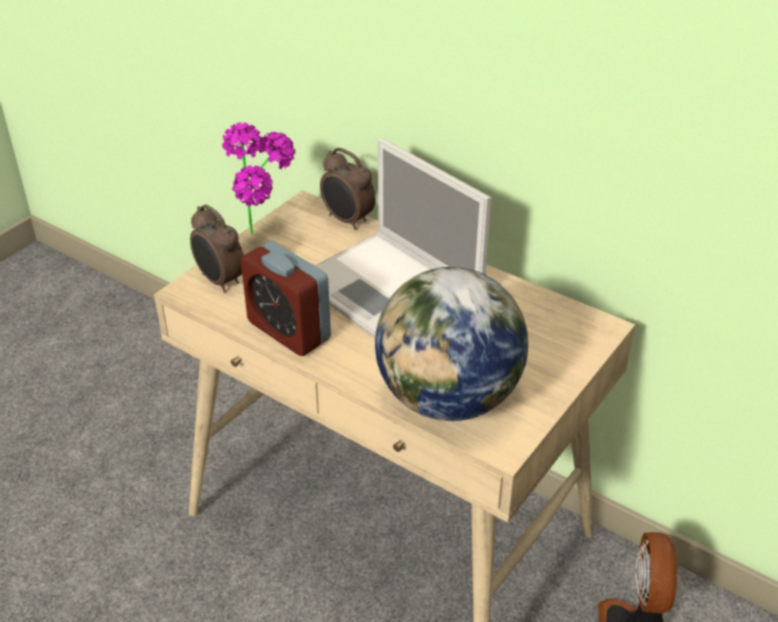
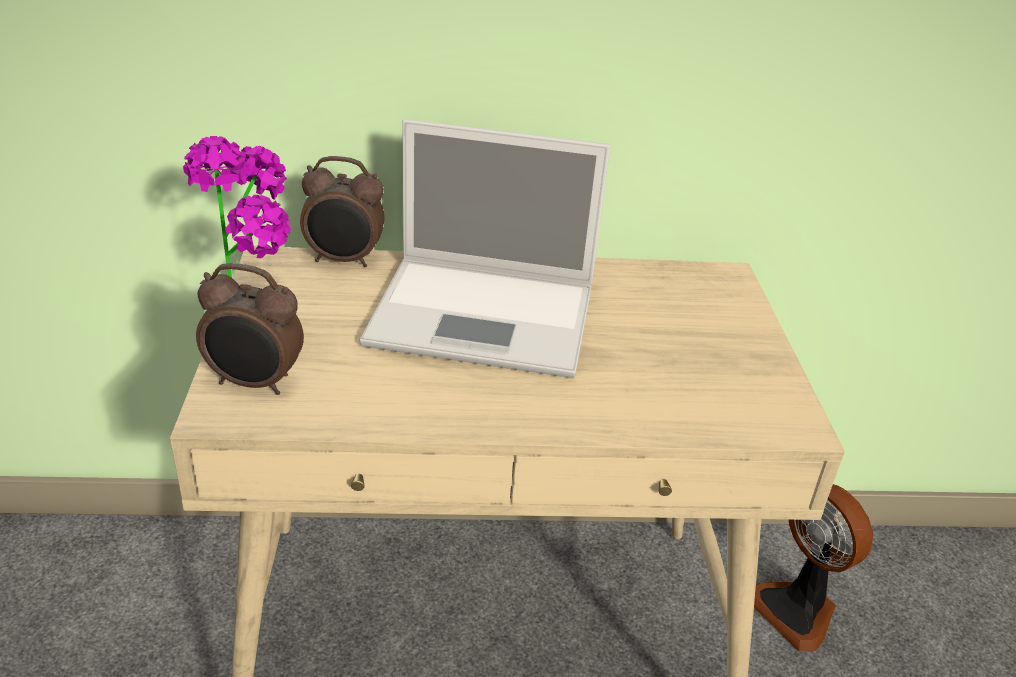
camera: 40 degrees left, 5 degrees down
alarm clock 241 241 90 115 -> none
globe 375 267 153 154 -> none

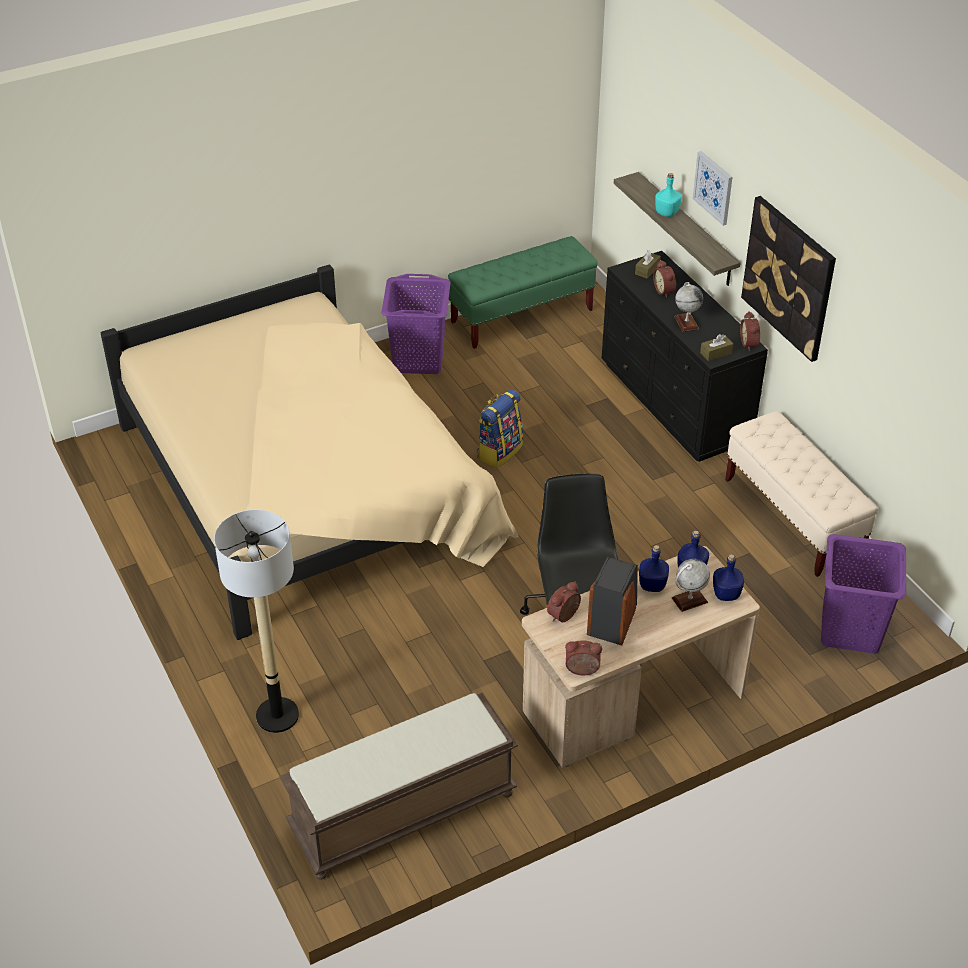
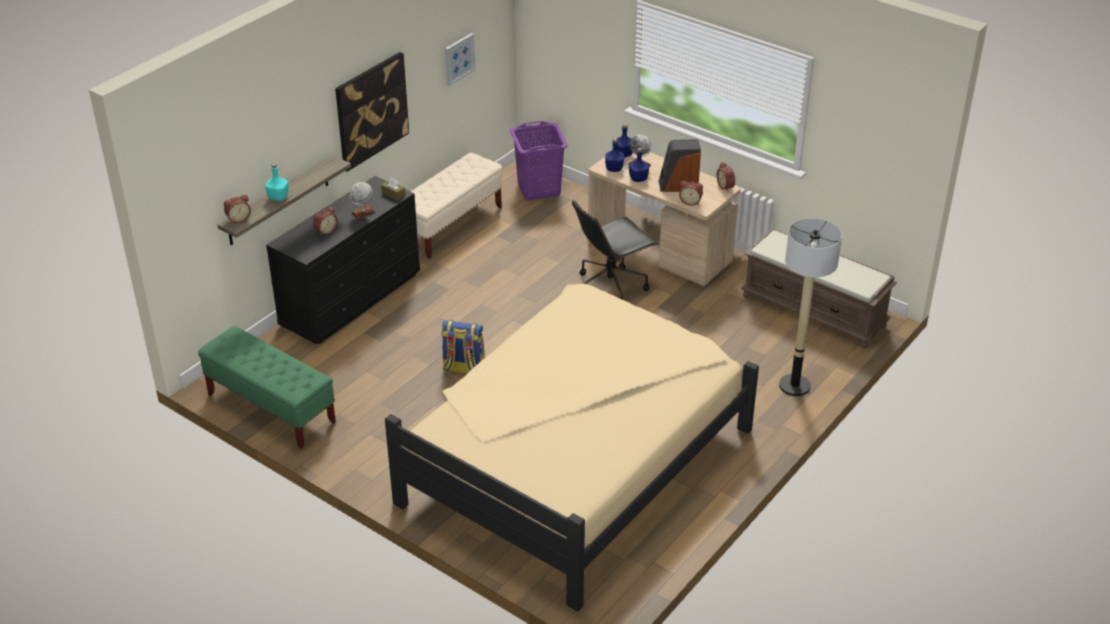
camera: 115 degrees left, 5 degrees down
laundry basket in purple 381 274 70 100 -> none
tissue box in brown 635 250 26 29 -> none
picture 693 151 39 75 -> picture 445 33 30 53, moved
alarm clock 740 311 20 40 -> alarm clock 224 195 27 29, moved

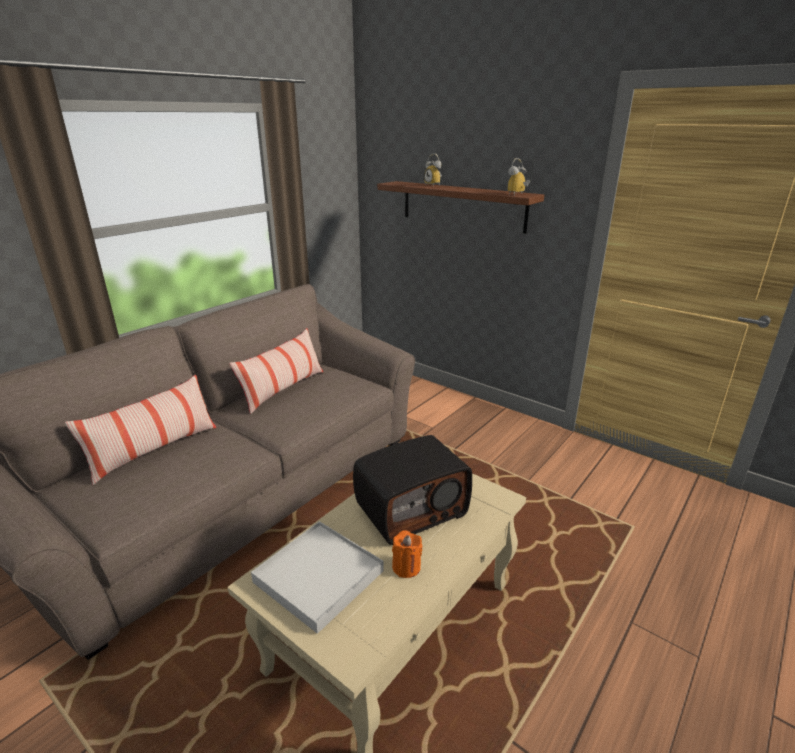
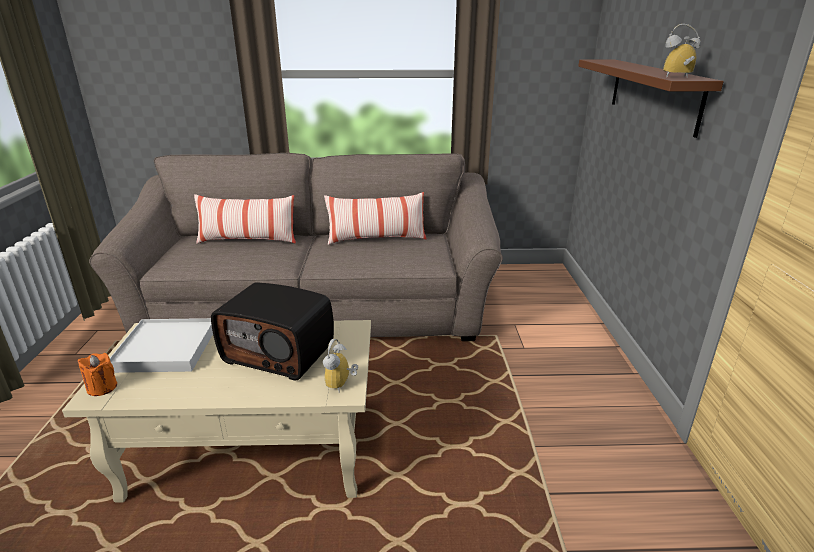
camera: 50 degrees right, 0 degrees up
candle in orange 392 531 30 47 -> candle in orange 78 353 39 43, moved
alarm clock 424 153 18 33 -> alarm clock 323 339 35 52, moved

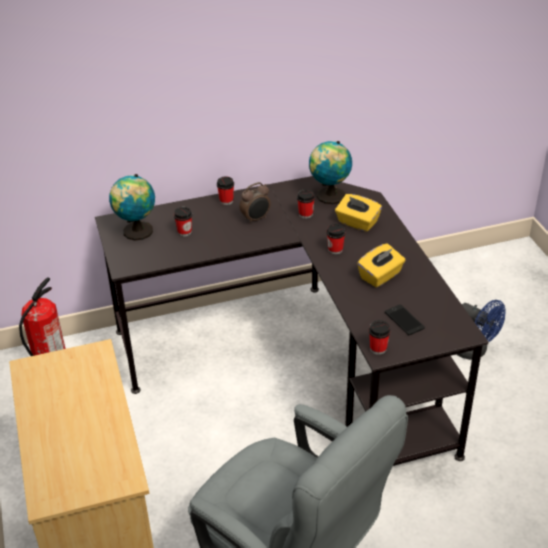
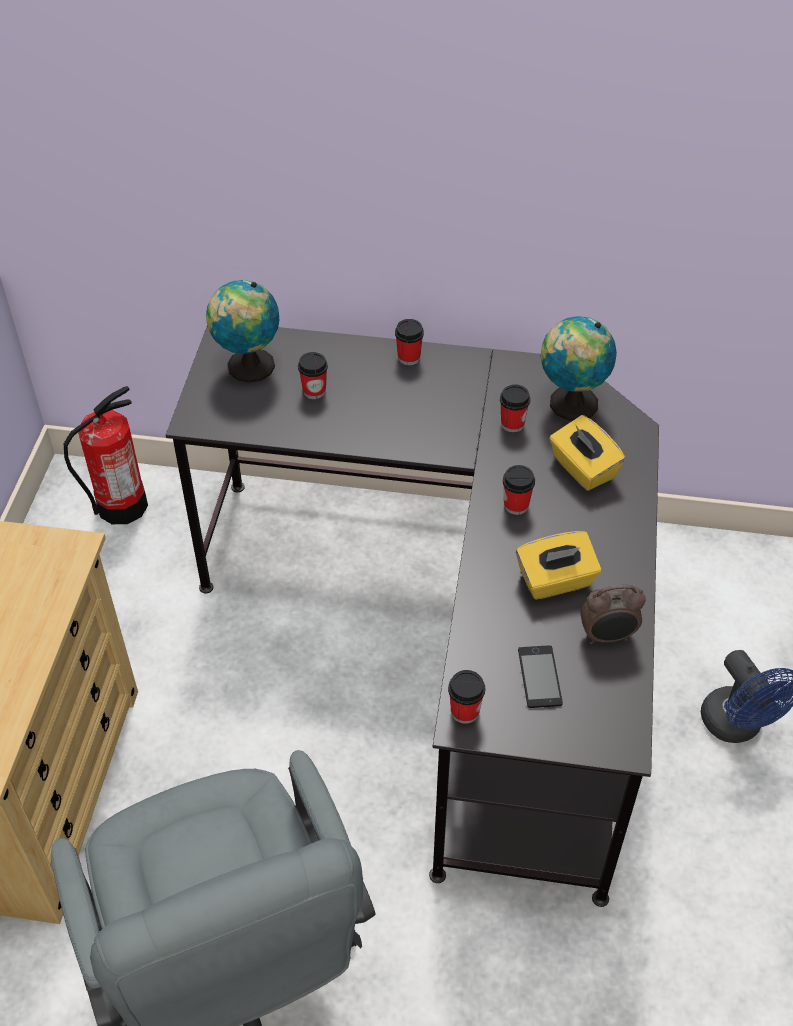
camera: 25 degrees right, 10 degrees up
alarm clock 239 182 32 42 -> alarm clock 580 584 66 60, moved

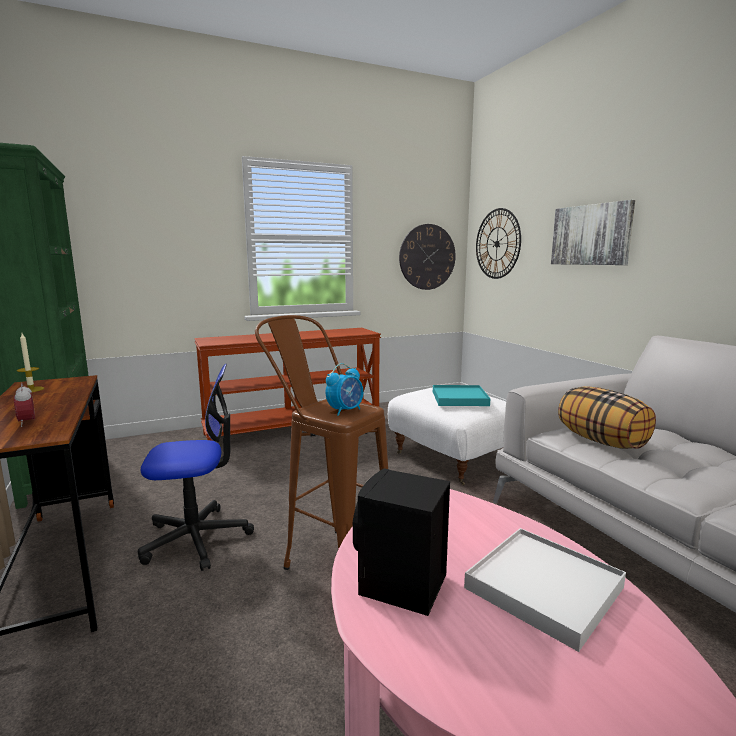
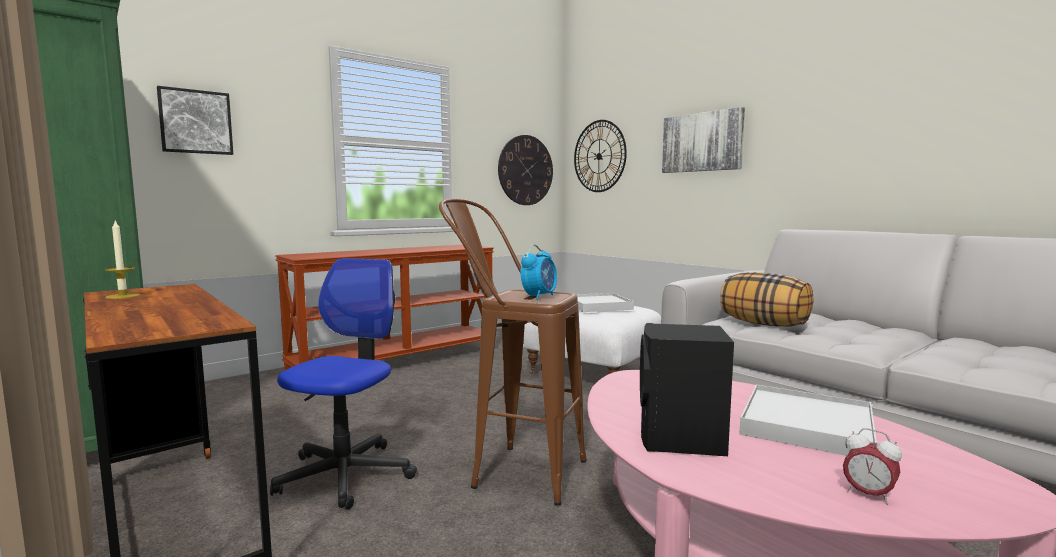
camera: 15 degrees left, 5 degrees down
alarm clock 14 383 21 44 -> alarm clock 843 428 59 77, moved
office chair 138 364 116 207 -> office chair 270 258 147 251, 45 degrees counterclockwise
tray in turquoise 433 385 57 21 -> tray in white 576 293 58 19
none -> picture 157 86 76 69

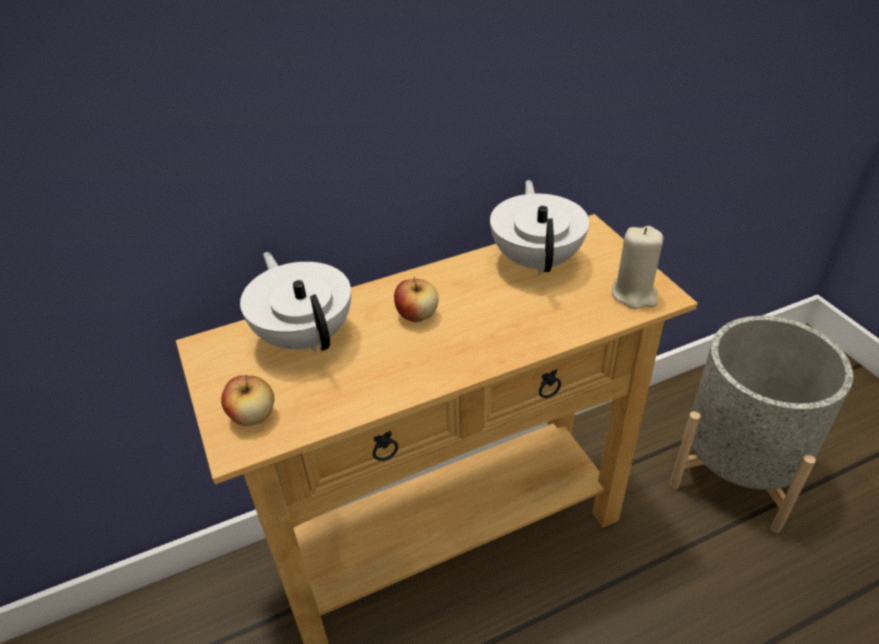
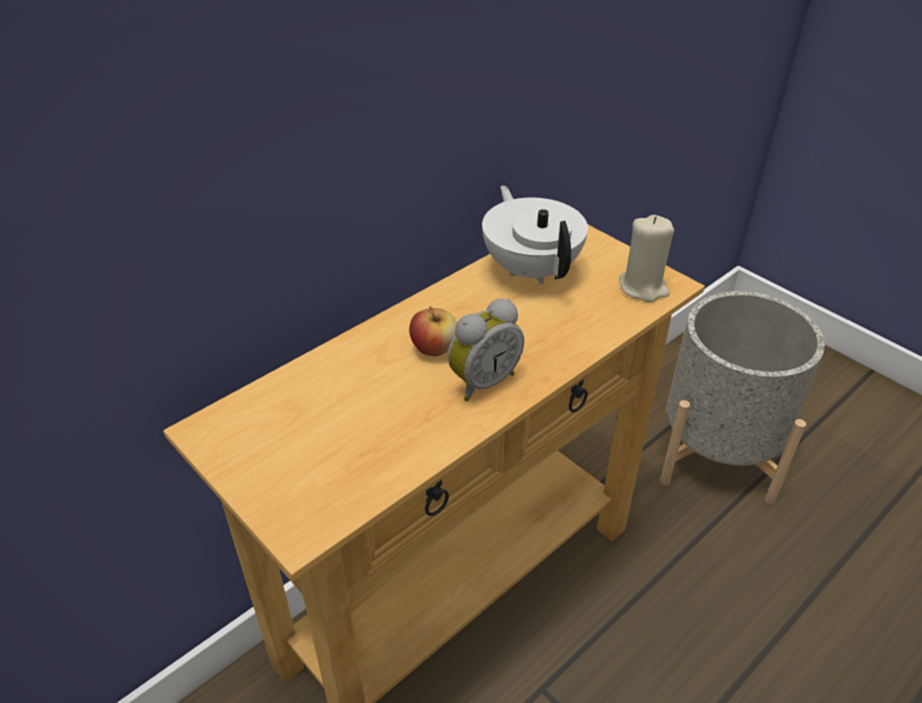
camera: 20 degrees left, 0 degrees up
apple 221 375 53 51 -> none
teapot in white 240 252 111 100 -> none
none -> alarm clock 448 299 76 103

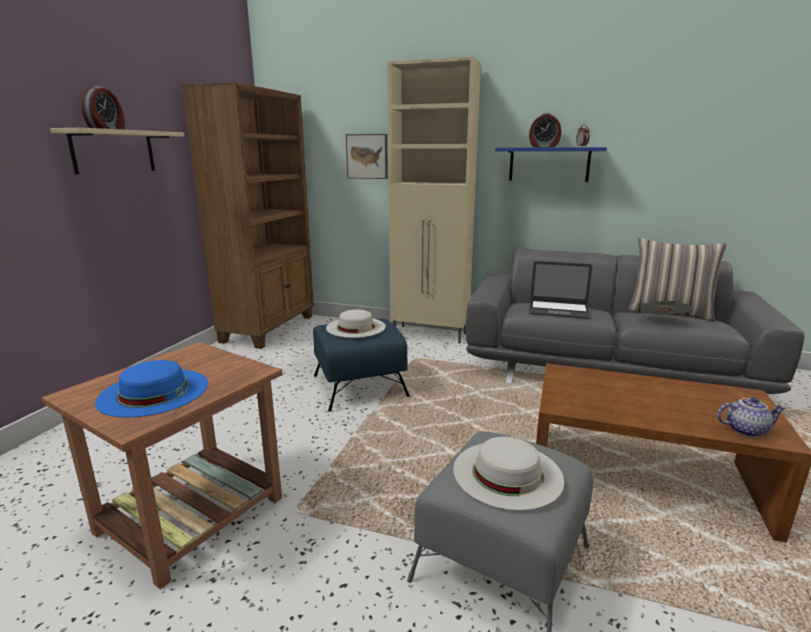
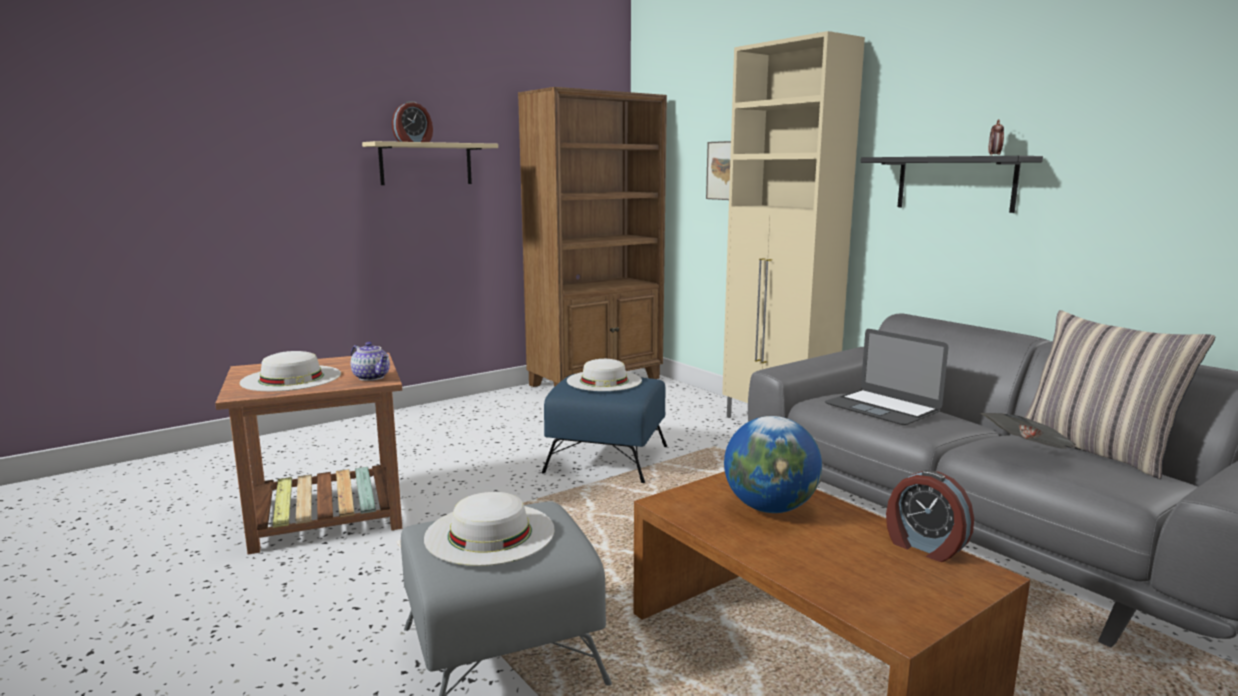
camera: 35 degrees right, 5 degrees down
hat in blue 95 360 113 58 -> hat in white 240 351 101 40
shelf in blue 495 147 112 35 -> shelf in black 861 156 182 57
alarm clock 529 113 32 34 -> alarm clock 886 470 88 92, moved
teapot 717 397 69 40 -> teapot 351 342 39 39, moved
none -> globe 724 416 98 97

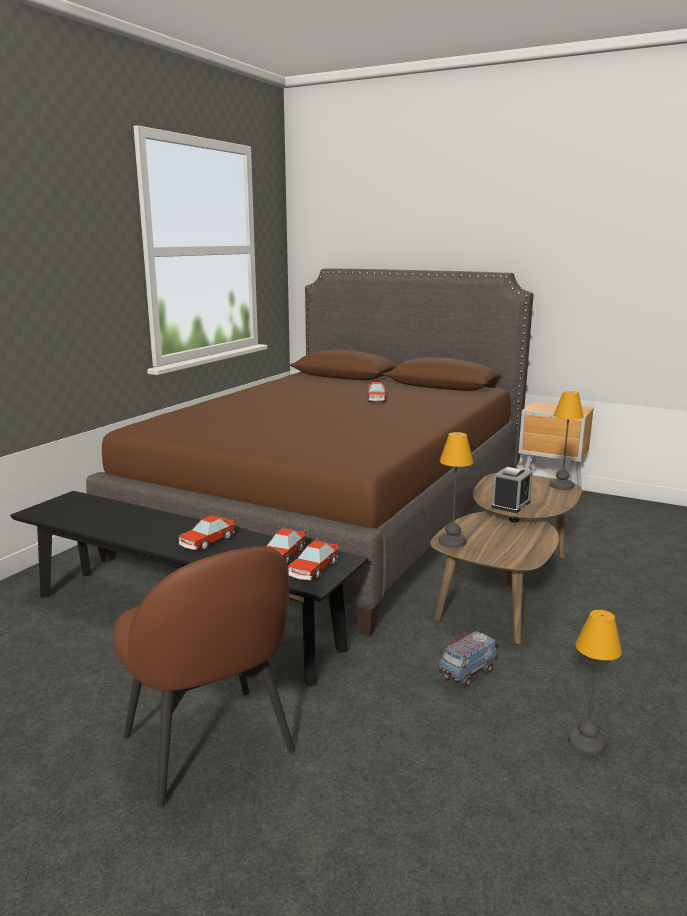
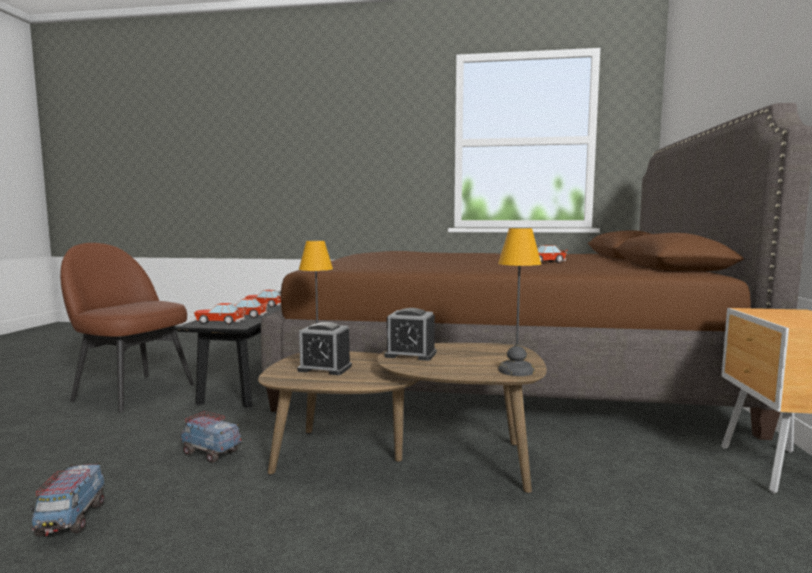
camera: 70 degrees right, 10 degrees down
chair in brown 113 546 182 262 -> chair in brown 60 243 134 169, 75 degrees clockwise
table lamp 568 610 54 146 -> toy truck 30 462 75 74
none -> alarm clock 297 322 55 53

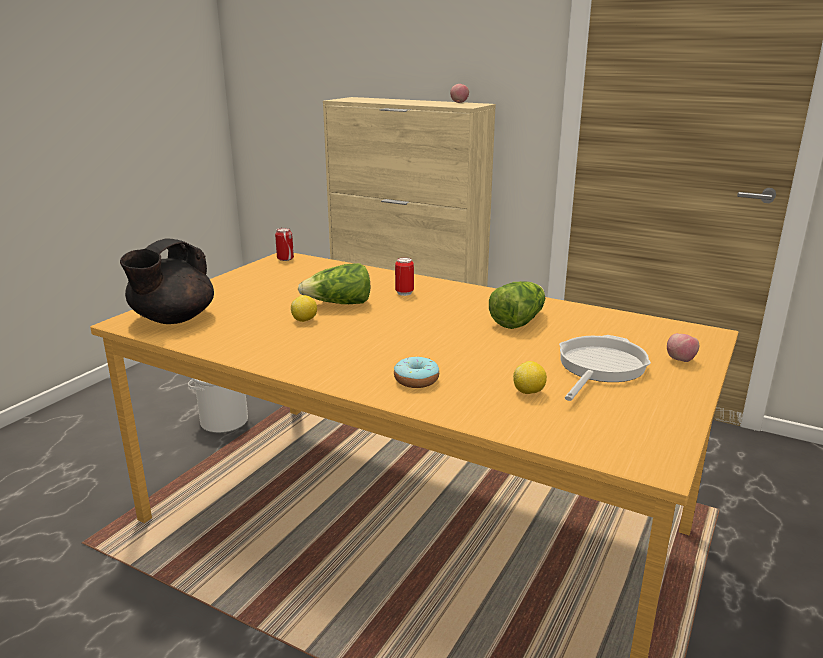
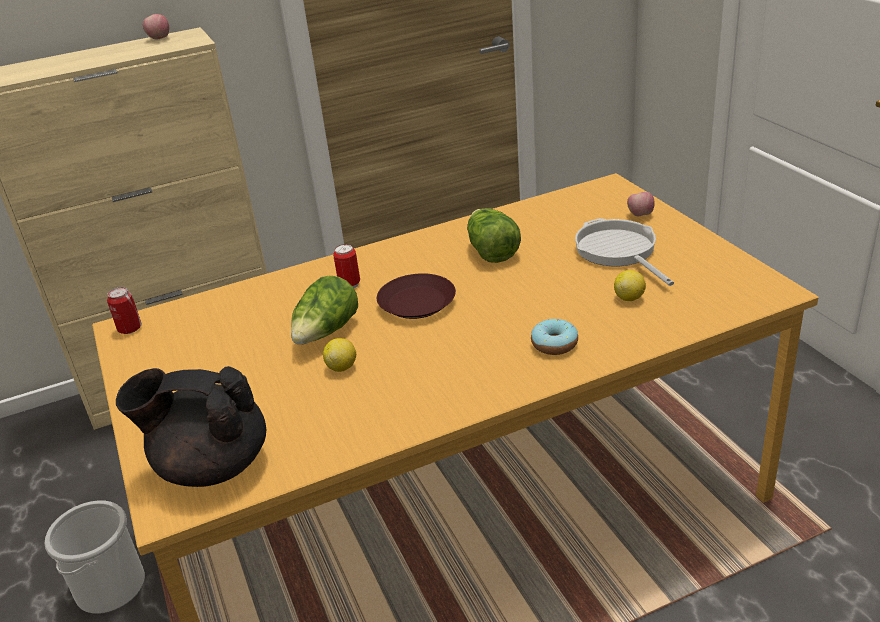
camera: 50 degrees left, 10 degrees up
teapot in black 120 239 94 85 -> teapot in black 116 366 150 121, 120 degrees clockwise
none -> plate in brown 377 273 79 46

